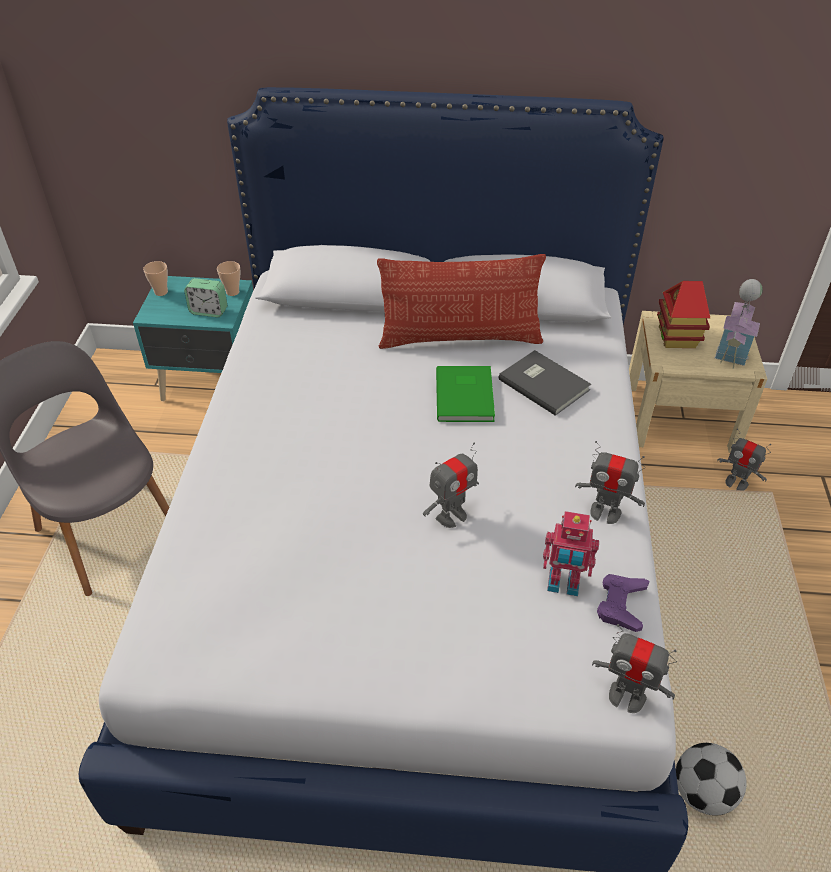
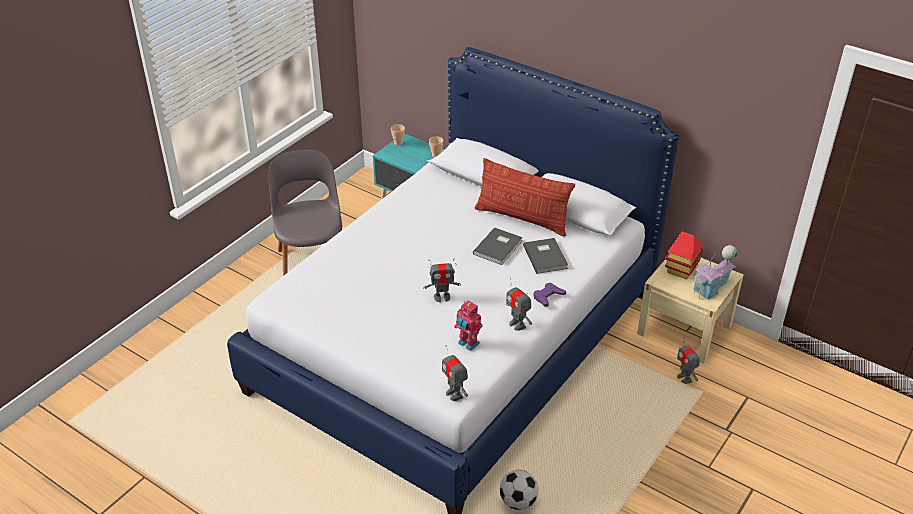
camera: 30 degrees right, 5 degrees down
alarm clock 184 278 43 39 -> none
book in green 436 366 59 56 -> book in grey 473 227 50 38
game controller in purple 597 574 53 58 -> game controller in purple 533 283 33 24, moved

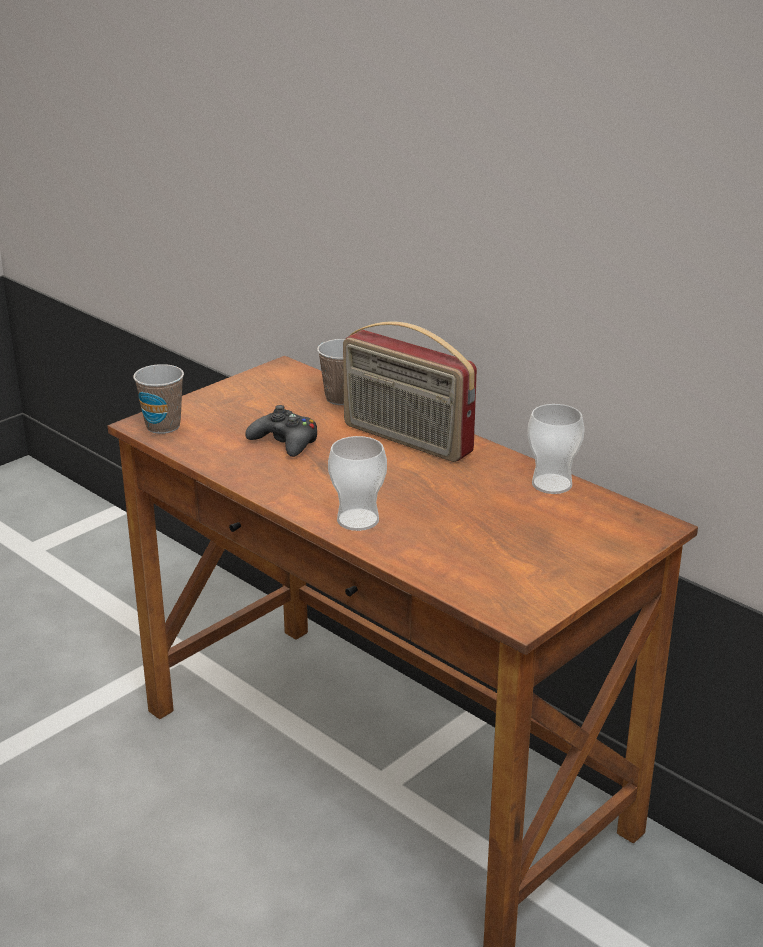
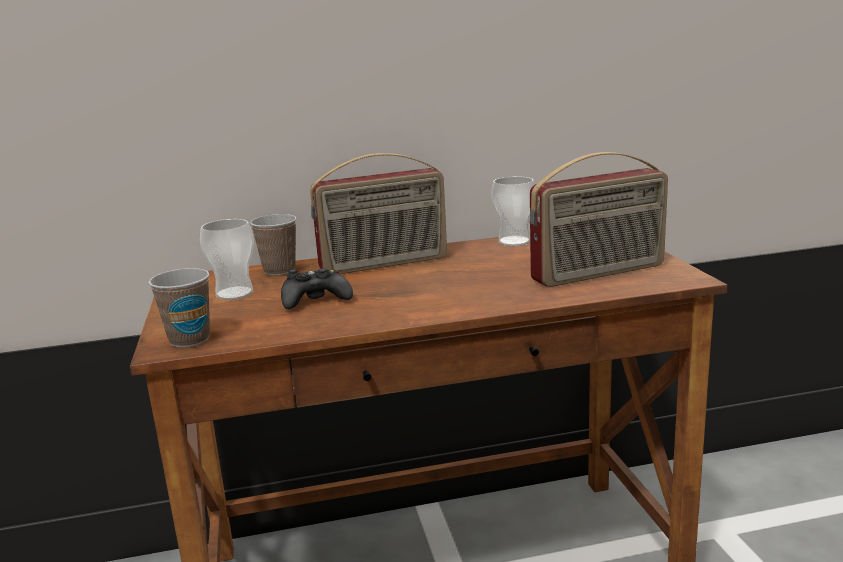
camera: 55 degrees left, 10 degrees down
cup 328 436 59 95 -> cup 200 219 54 81, moved
none -> radio 529 152 139 135

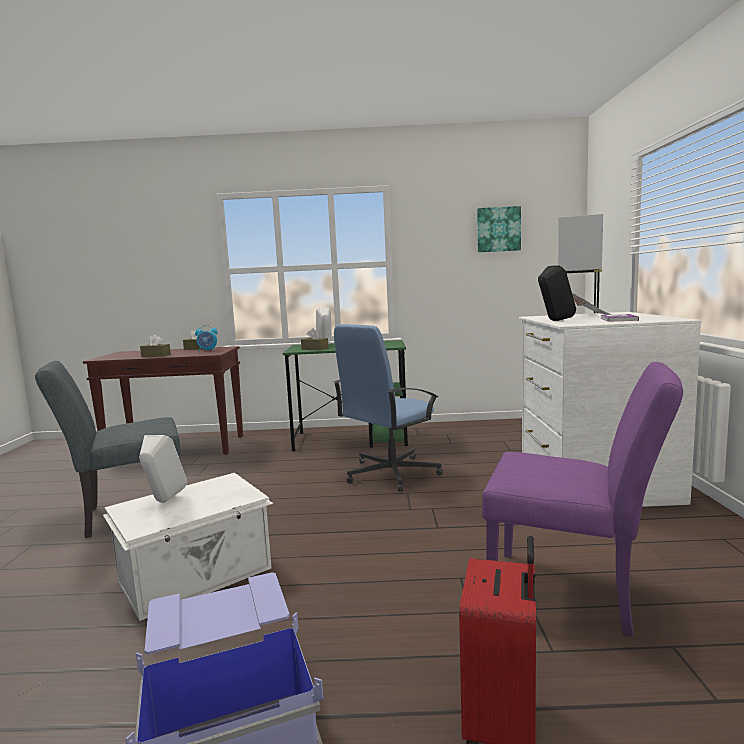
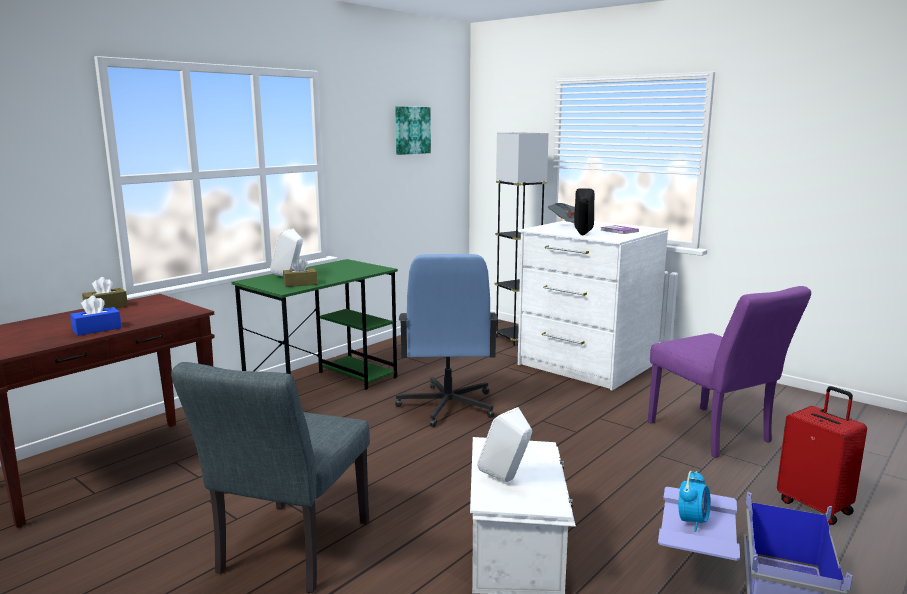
camera: 50 degrees left, 5 degrees up
tissue box in brown 140 335 31 22 -> tissue box in blue 70 295 52 41
alarm clock 195 325 23 27 -> alarm clock 678 471 32 61, moved
chair in purple 482 362 201 275 -> chair in purple 648 286 163 172, 90 degrees clockwise

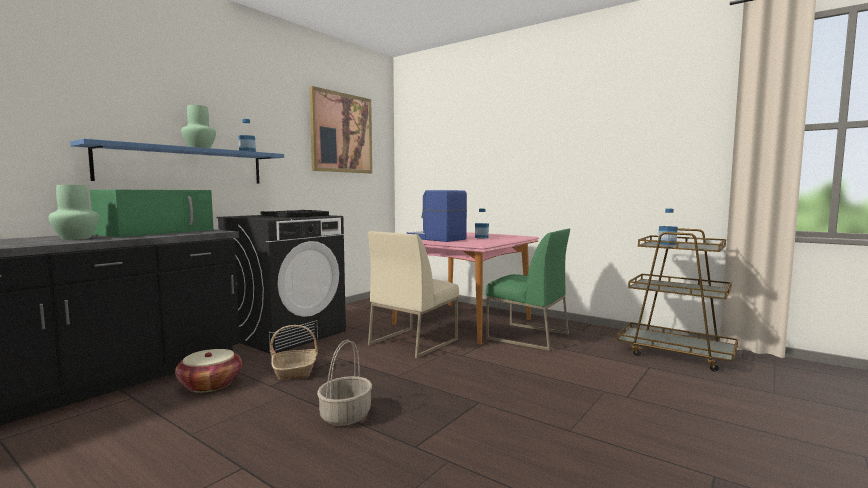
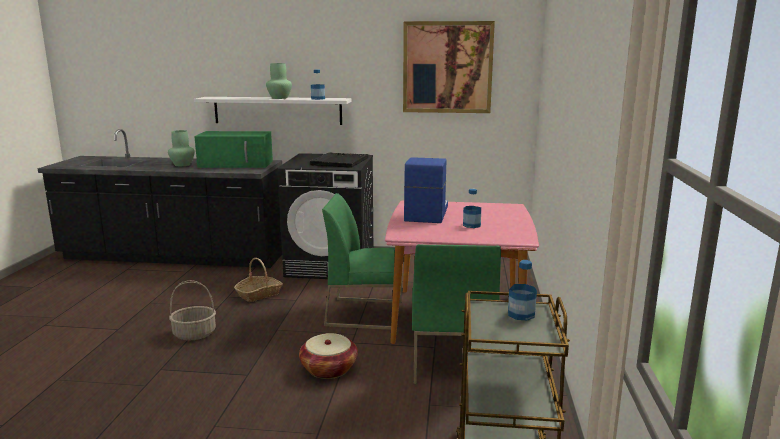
camera: 60 degrees right, 10 degrees up
shelf in blue 70 139 214 45 -> shelf in white 194 97 158 28
basket 175 349 67 44 -> basket 299 333 59 46, moved
chair in beige 368 231 91 128 -> chair in green 322 193 80 137

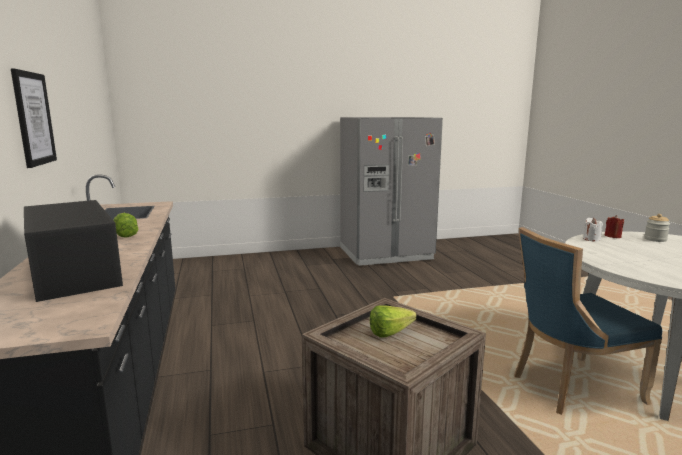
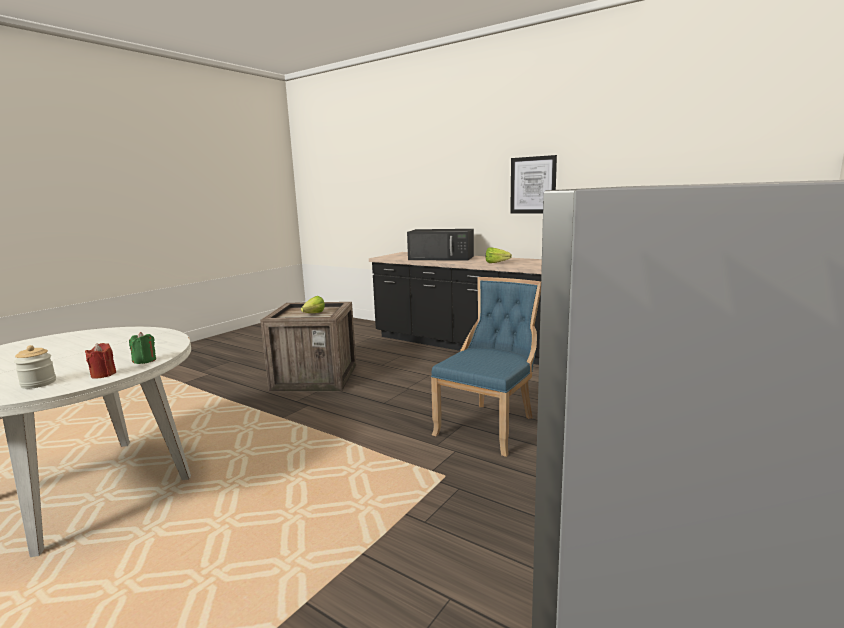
camera: 140 degrees right, 0 degrees up
chair in blue 515 227 147 188 -> chair in blue 431 277 110 180, moved
candle in white 583 218 20 23 -> candle in green 129 332 27 32

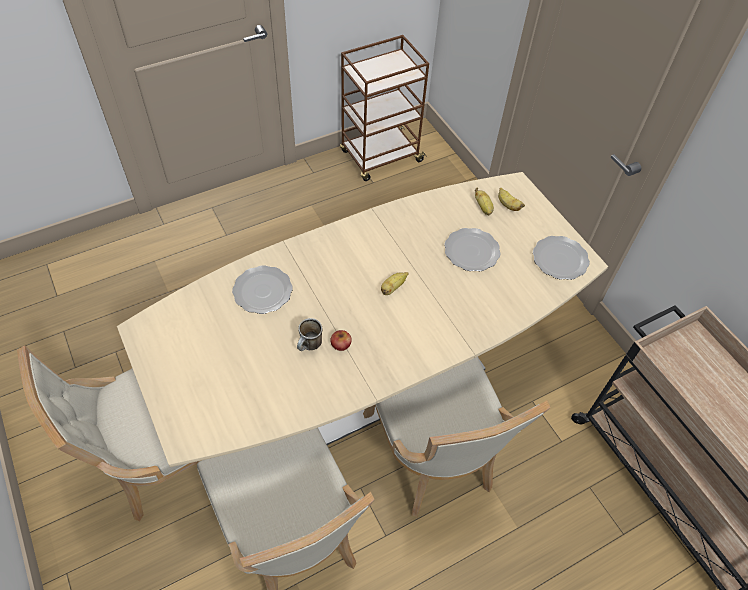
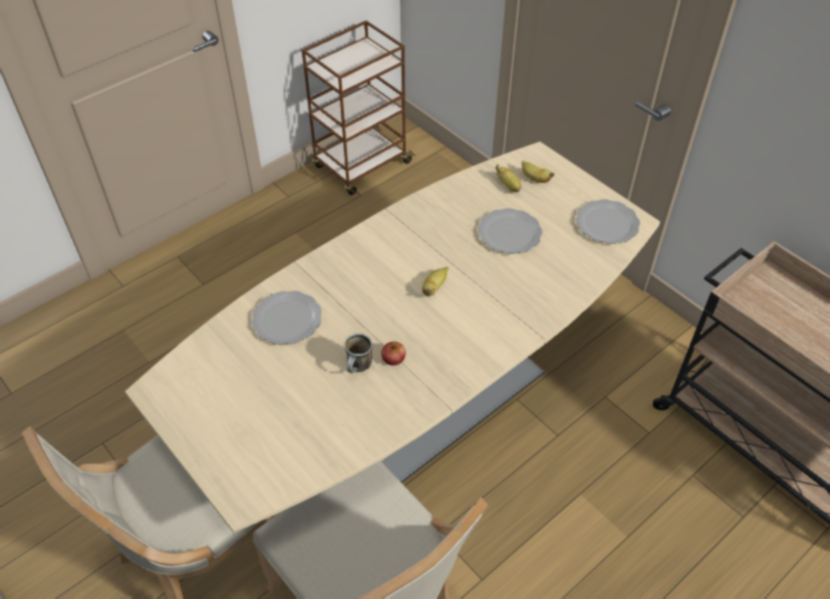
camera: 10 degrees left, 5 degrees down
chair in beige 363 357 188 160 -> none

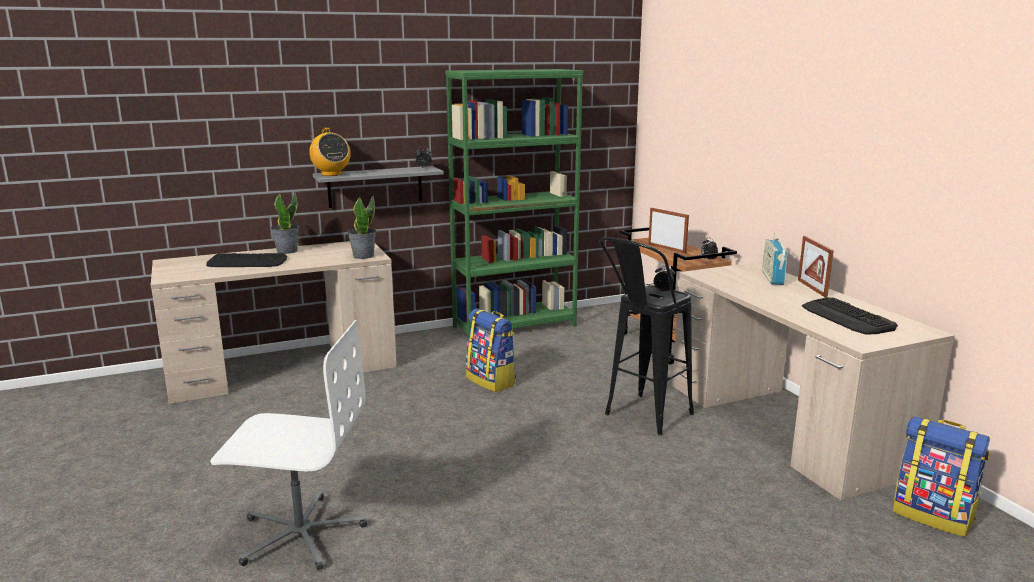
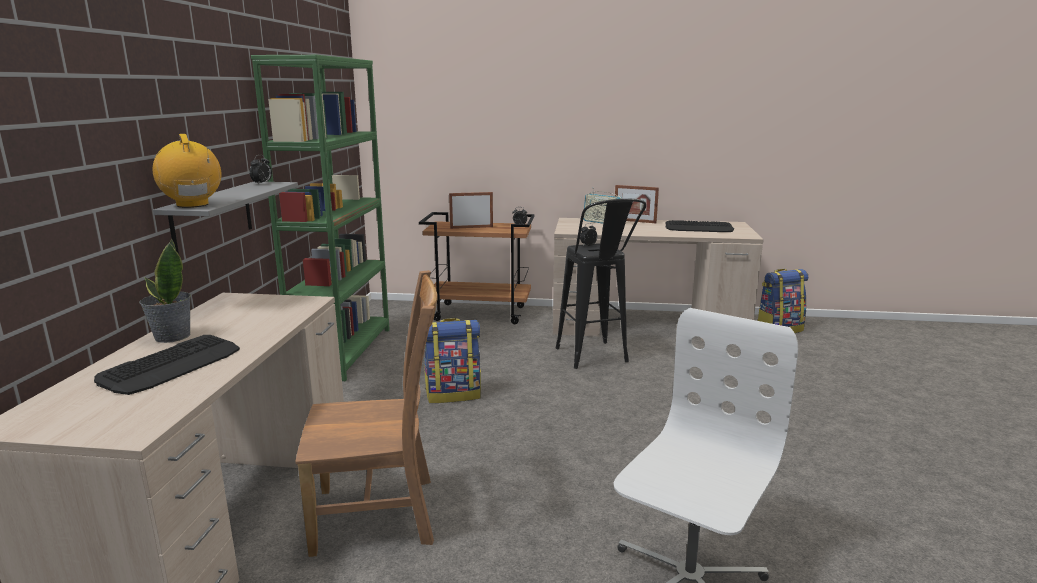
camera: 60 degrees left, 0 degrees up
radio 309 128 42 48 -> radio 152 134 69 74, 120 degrees counterclockwise
potted plant 347 196 29 63 -> none
none -> chair in brown 295 270 143 287

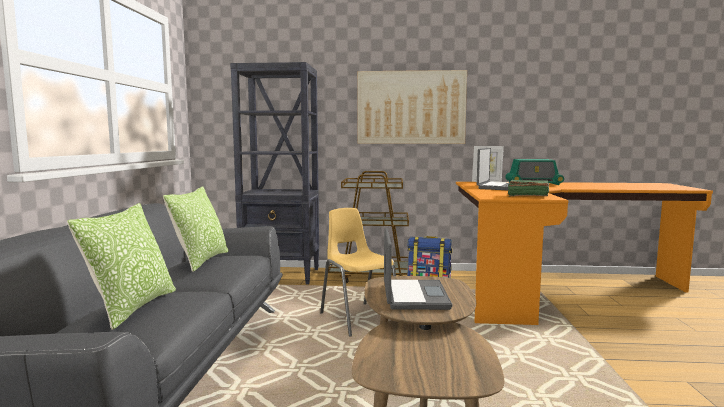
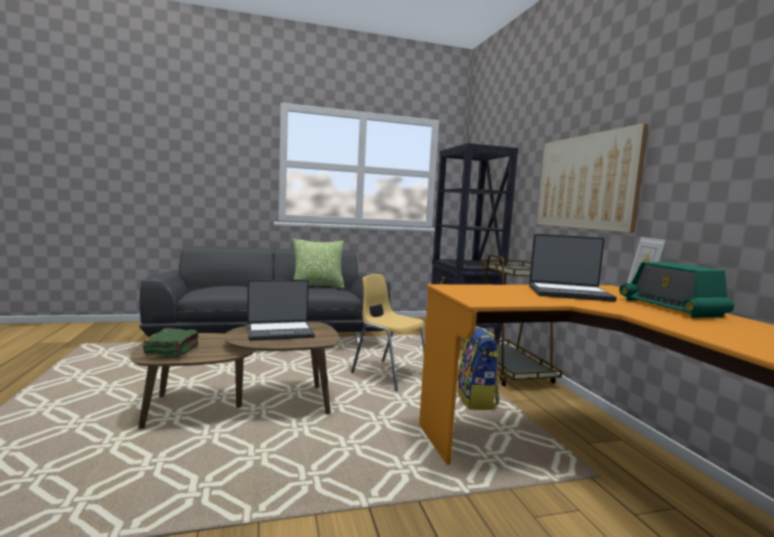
camera: 70 degrees right, 0 degrees up
pillow 67 203 109 127 -> none
chair in yellow 320 208 76 129 -> chair in yellow 351 274 74 117, 90 degrees counterclockwise
book in green 508 180 41 16 -> book in green 143 328 56 30, moved

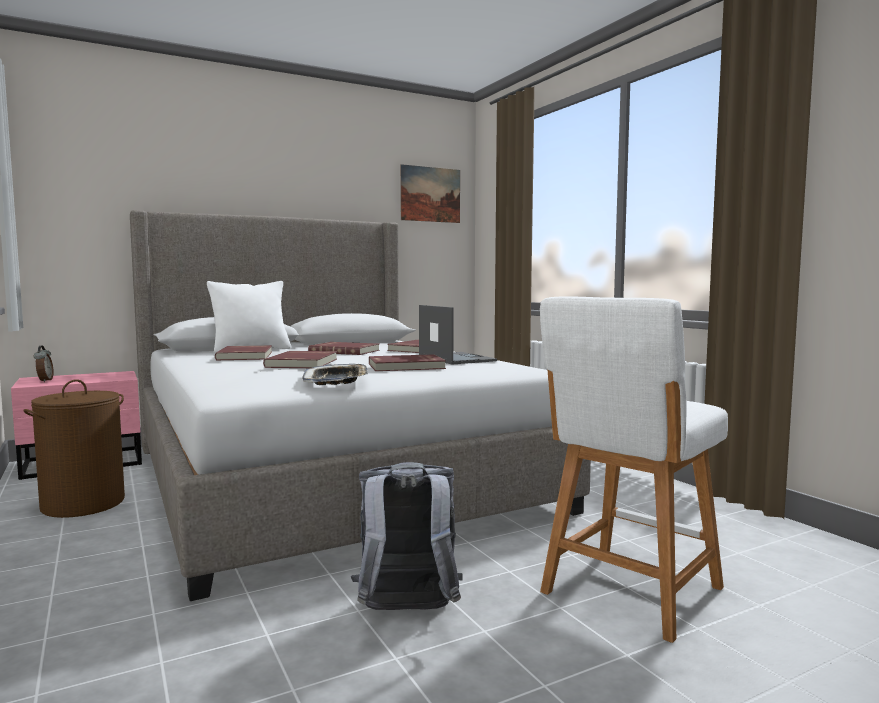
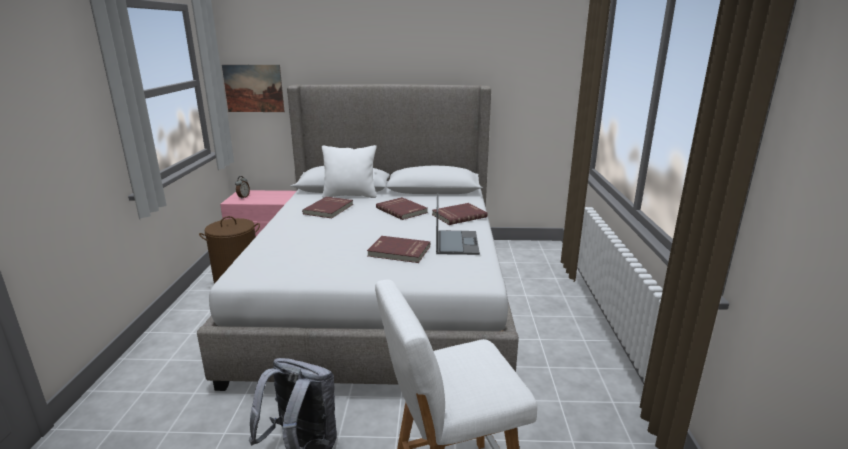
camera: 30 degrees right, 15 degrees up
book in red 263 351 74 17 -> none
tray 302 364 66 21 -> none
picture 400 164 60 59 -> picture 222 65 63 47, moved

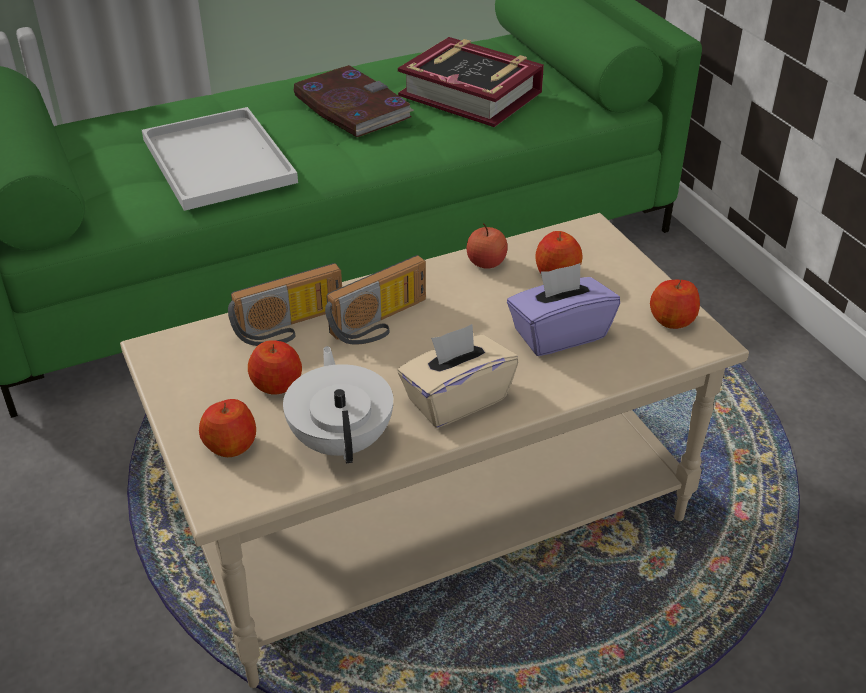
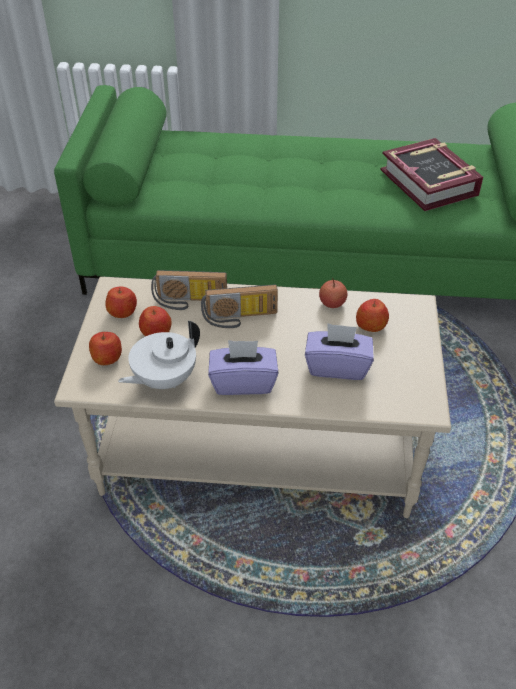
camera: 30 degrees right, 5 degrees up
tray in white 142 107 156 104 -> none
teapot in white 283 346 110 117 -> teapot in white 118 321 82 68, 150 degrees counterclockwise
book 294 65 120 72 -> none
tissue box in beige 398 324 120 104 -> tissue box in purple 208 340 71 55
apple 650 280 50 49 -> apple 106 286 31 32, moved

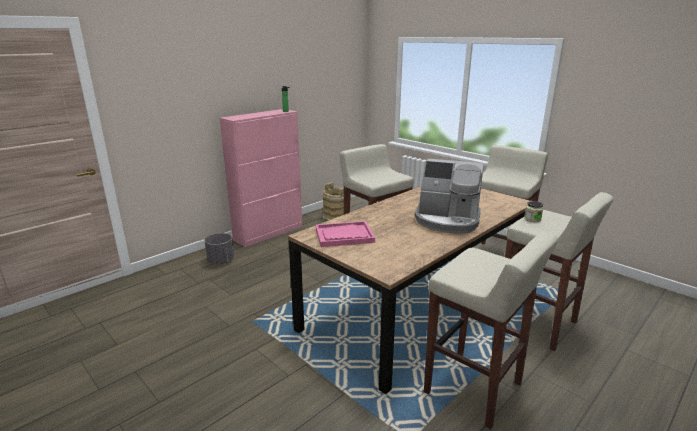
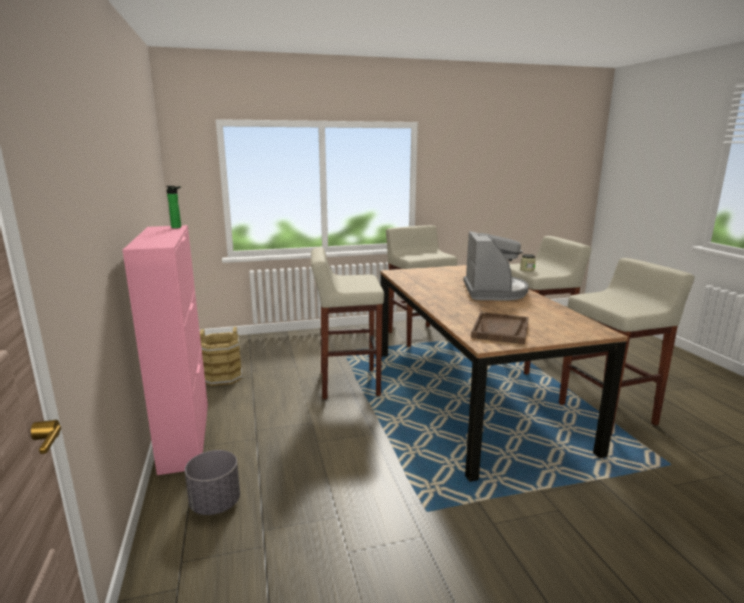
camera: 60 degrees left, 5 degrees down
tray in pink 316 221 59 26 -> tray in brown 471 312 58 32
coffee machine 415 159 69 75 -> coffee machine 463 231 66 70, 45 degrees counterclockwise

